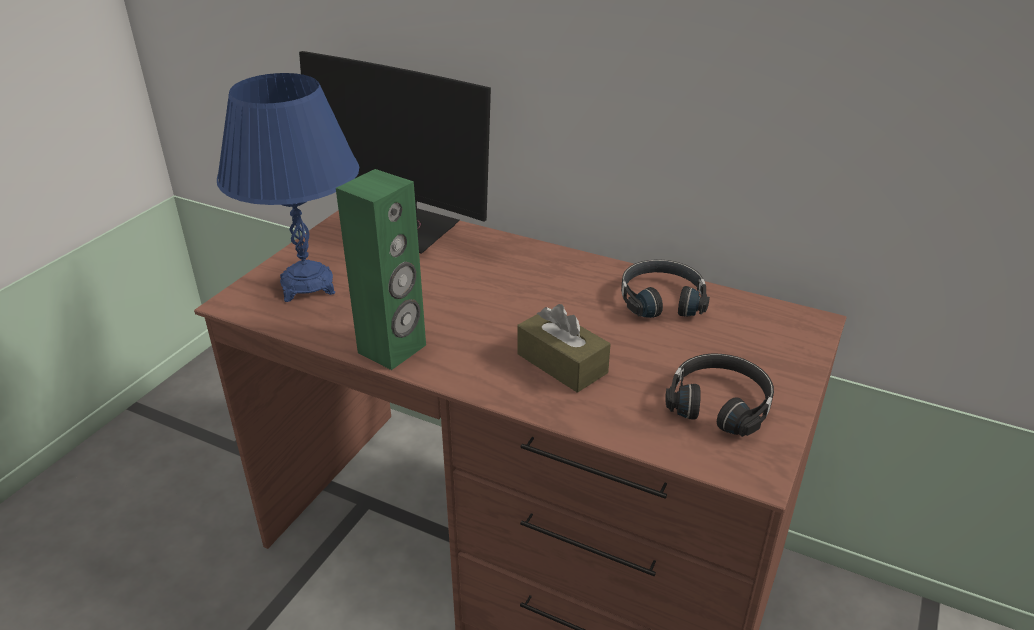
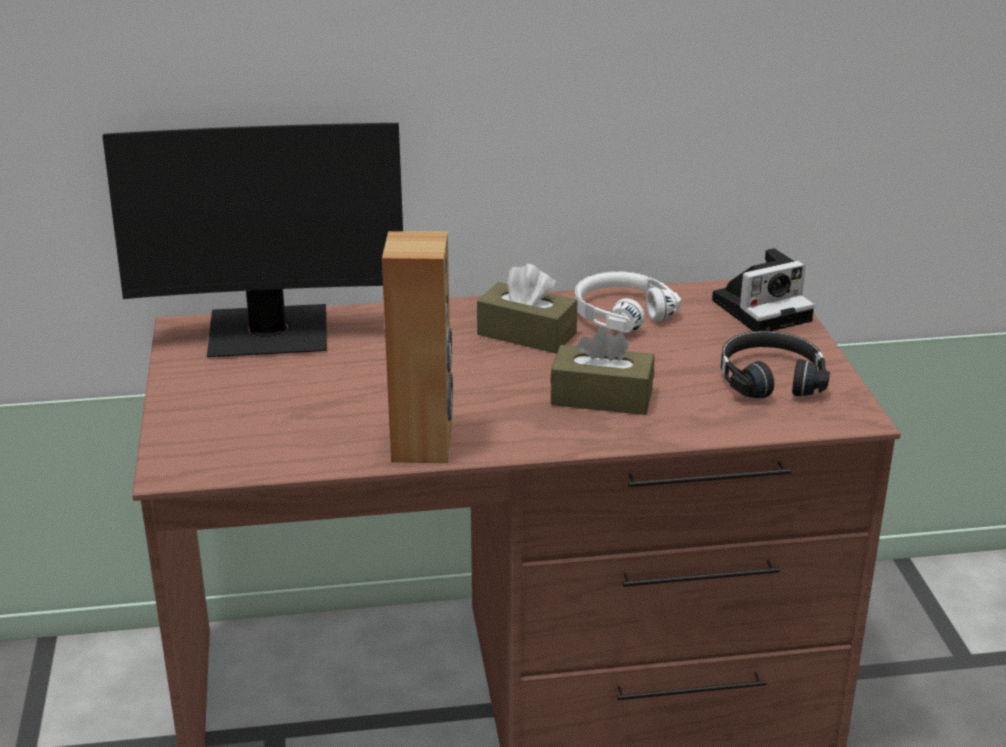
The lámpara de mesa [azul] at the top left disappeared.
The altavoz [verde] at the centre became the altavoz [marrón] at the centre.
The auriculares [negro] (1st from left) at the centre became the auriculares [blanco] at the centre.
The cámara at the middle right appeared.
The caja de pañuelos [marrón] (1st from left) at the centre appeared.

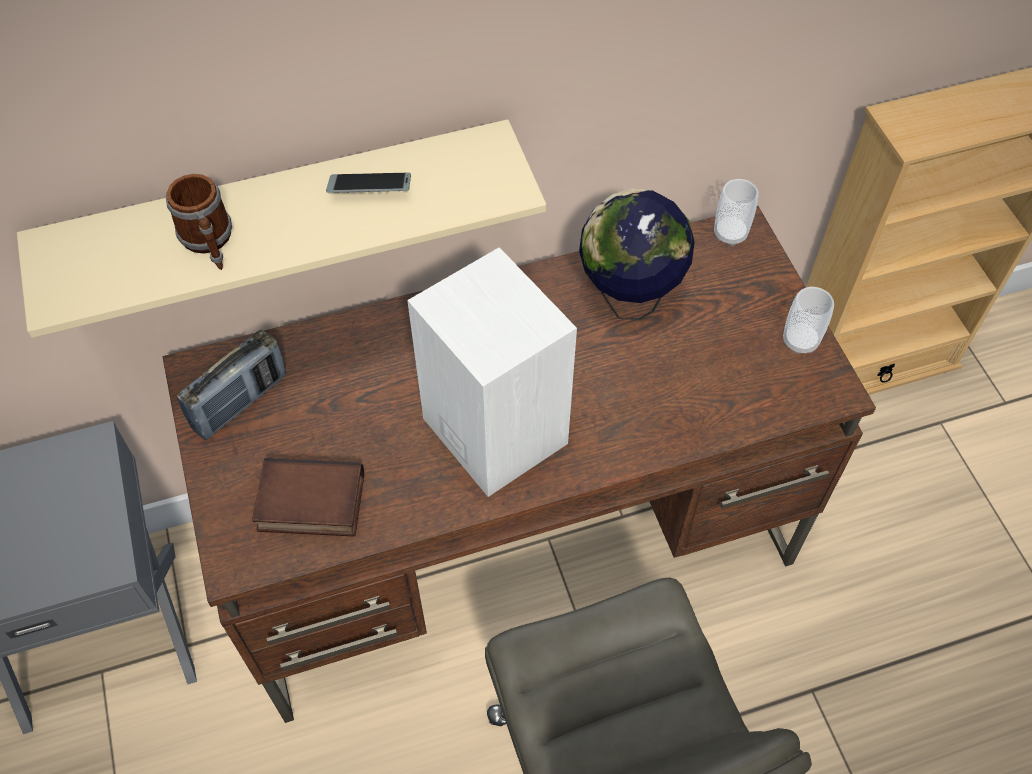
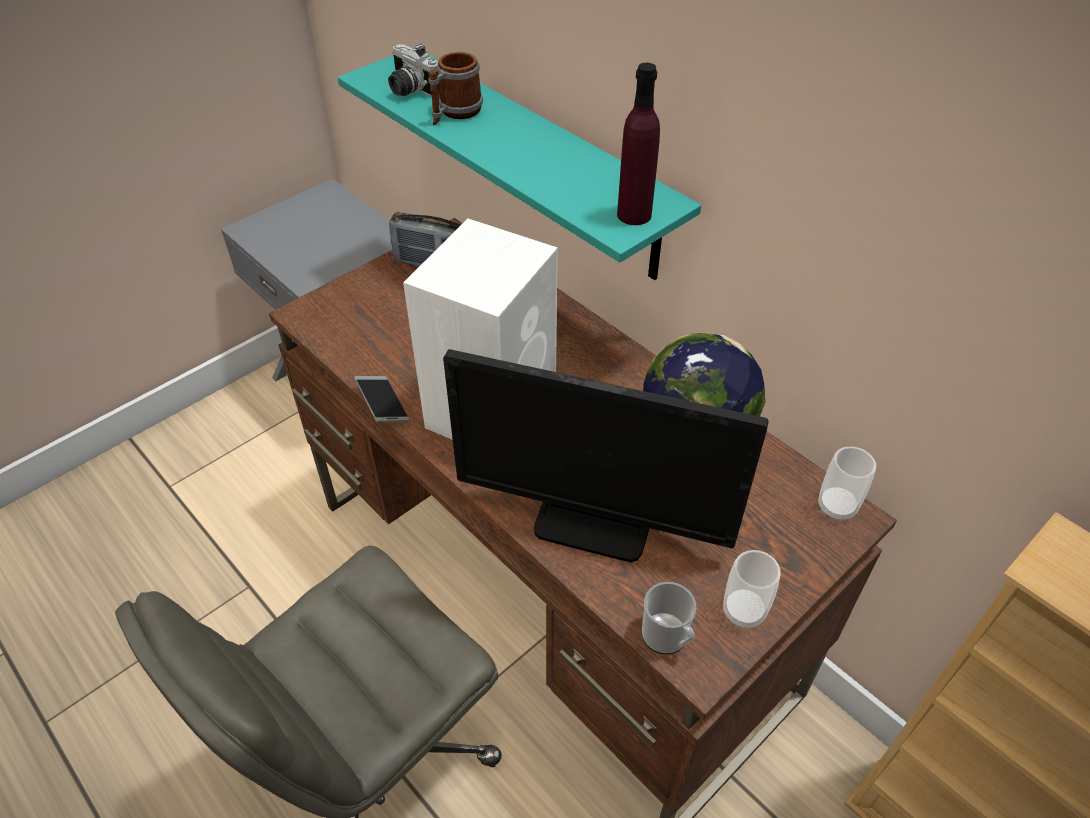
The estante [beis] at the top left became the estante [turquesa] at the top centre.
The móvil moved from the top centre to the centre.
The libro at the middle left disappeared.
The cámara at the top centre appeared.
The botella [morado] at the top centre appeared.
The monitor at the centre appeared.
The taza grande (2nd from left) at the bottom centre appeared.

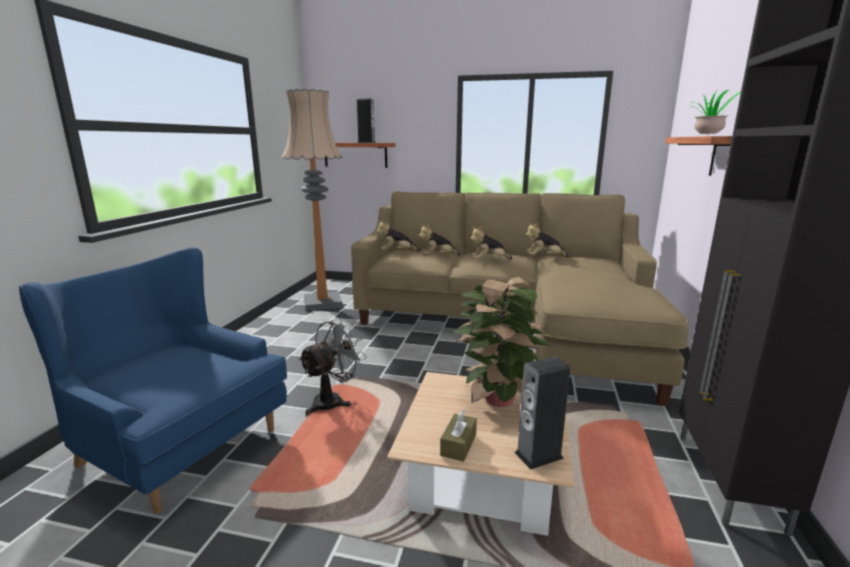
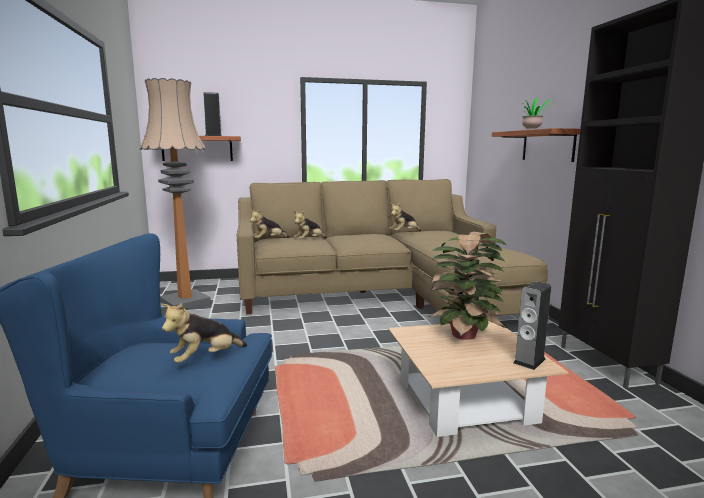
The peluche (3rd from left in the first image) moved from the centre to the bottom left.
The ventilador [gris] at the centre disappeared.
The caja de pañuelos [marrón] at the bottom centre disappeared.

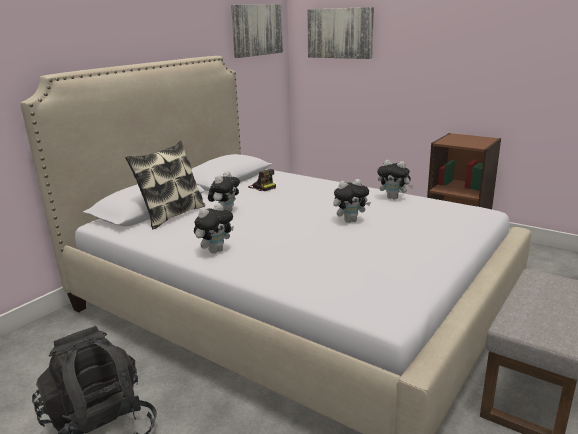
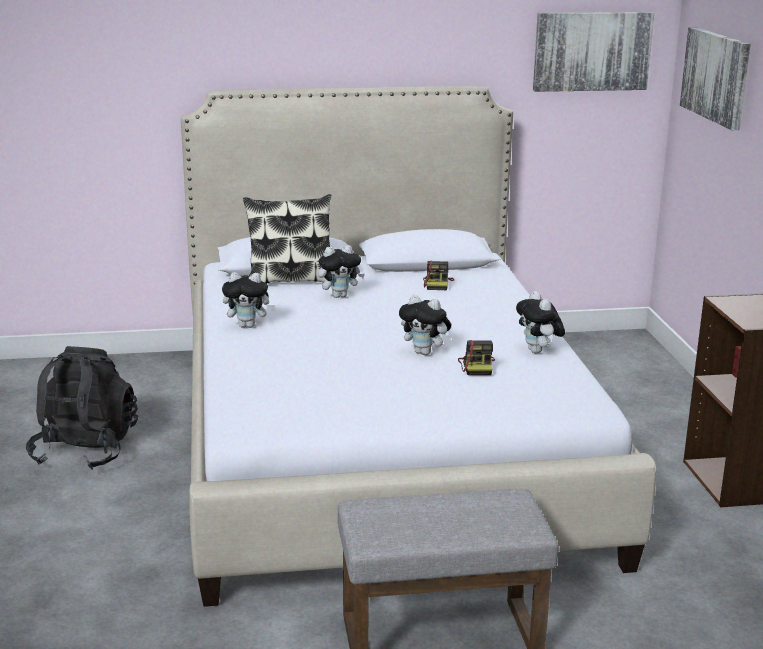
The cámara (2nd from left) at the centre appeared.

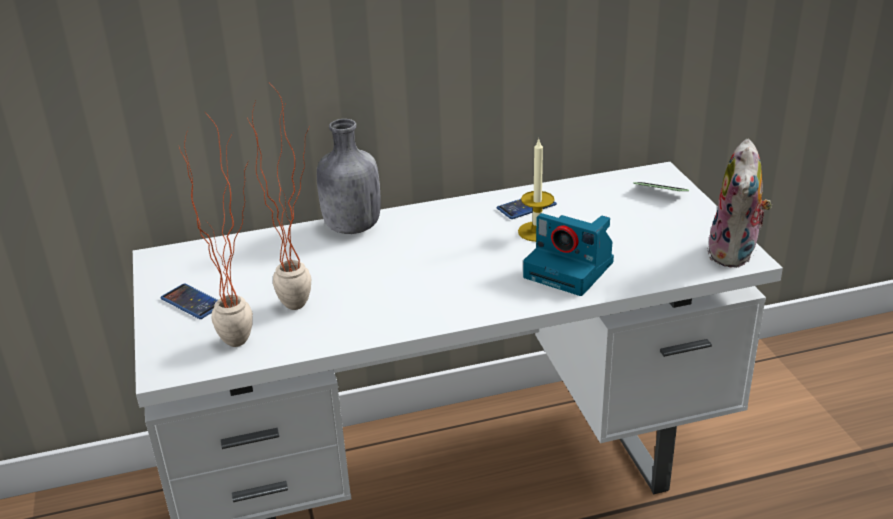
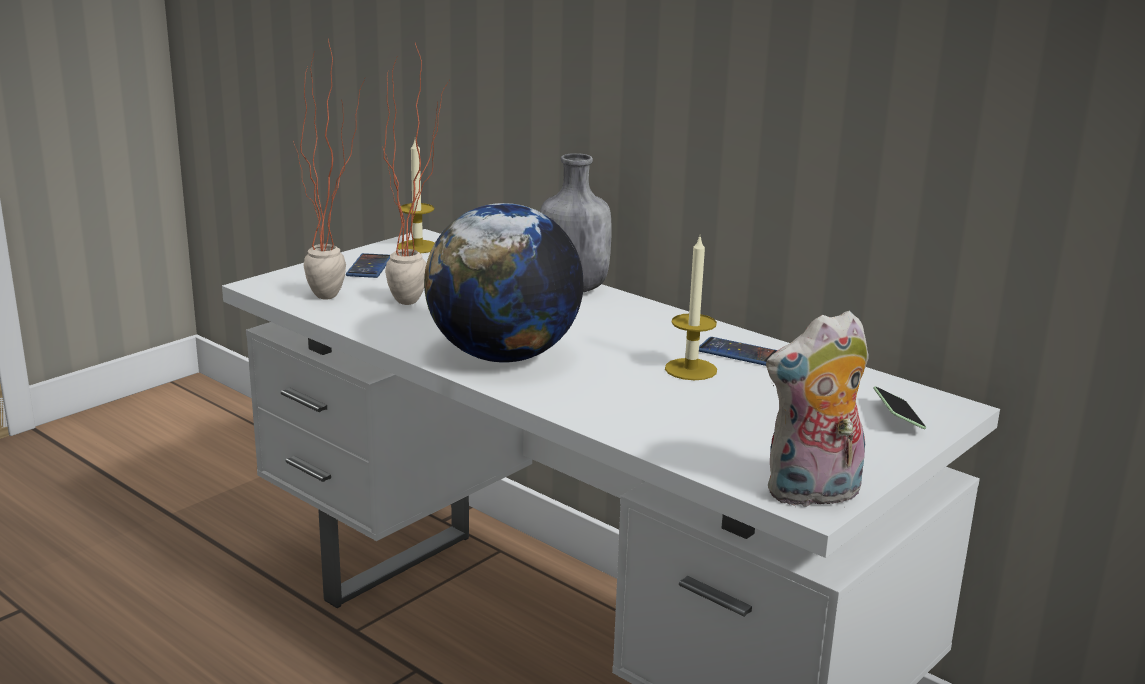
The cámara at the centre disappeared.
The vela (1st from left) at the top centre appeared.
The globo terráqueo at the centre appeared.

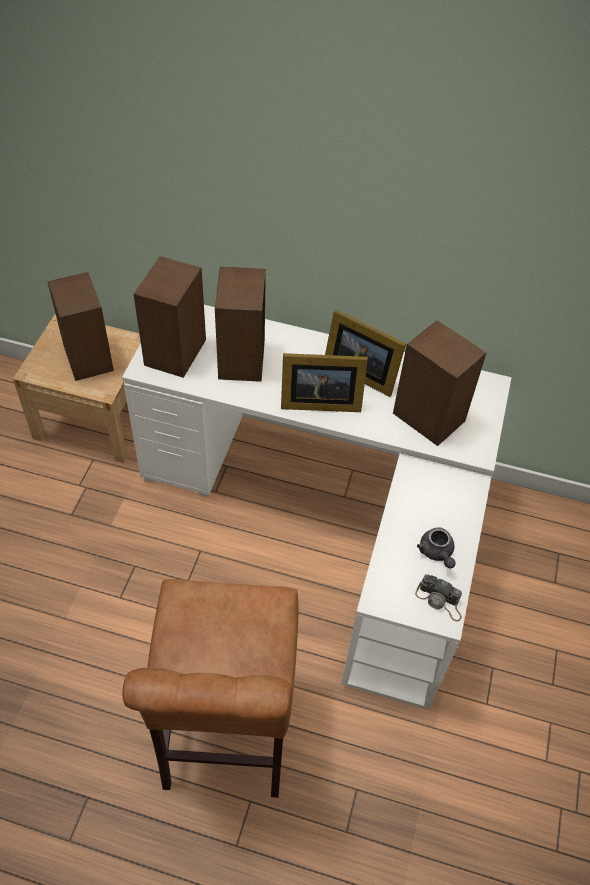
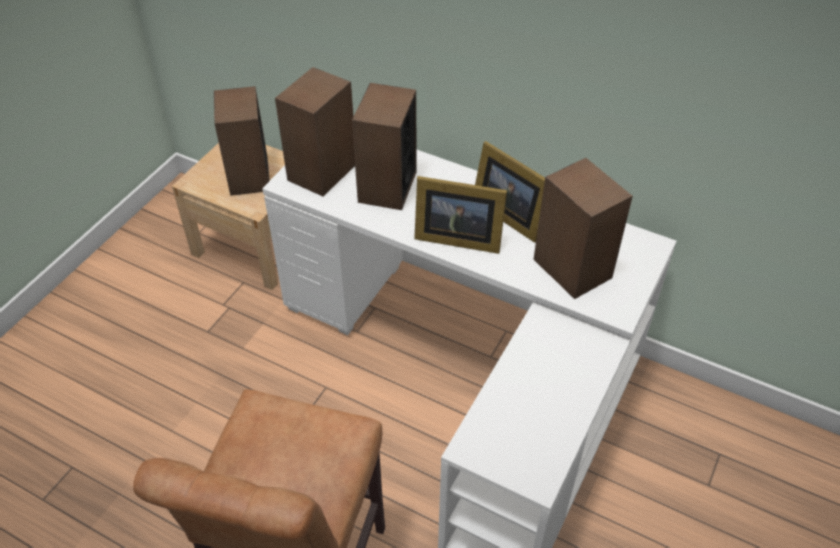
The tetera [gris] at the middle right disappeared.
The cámara at the bottom right disappeared.

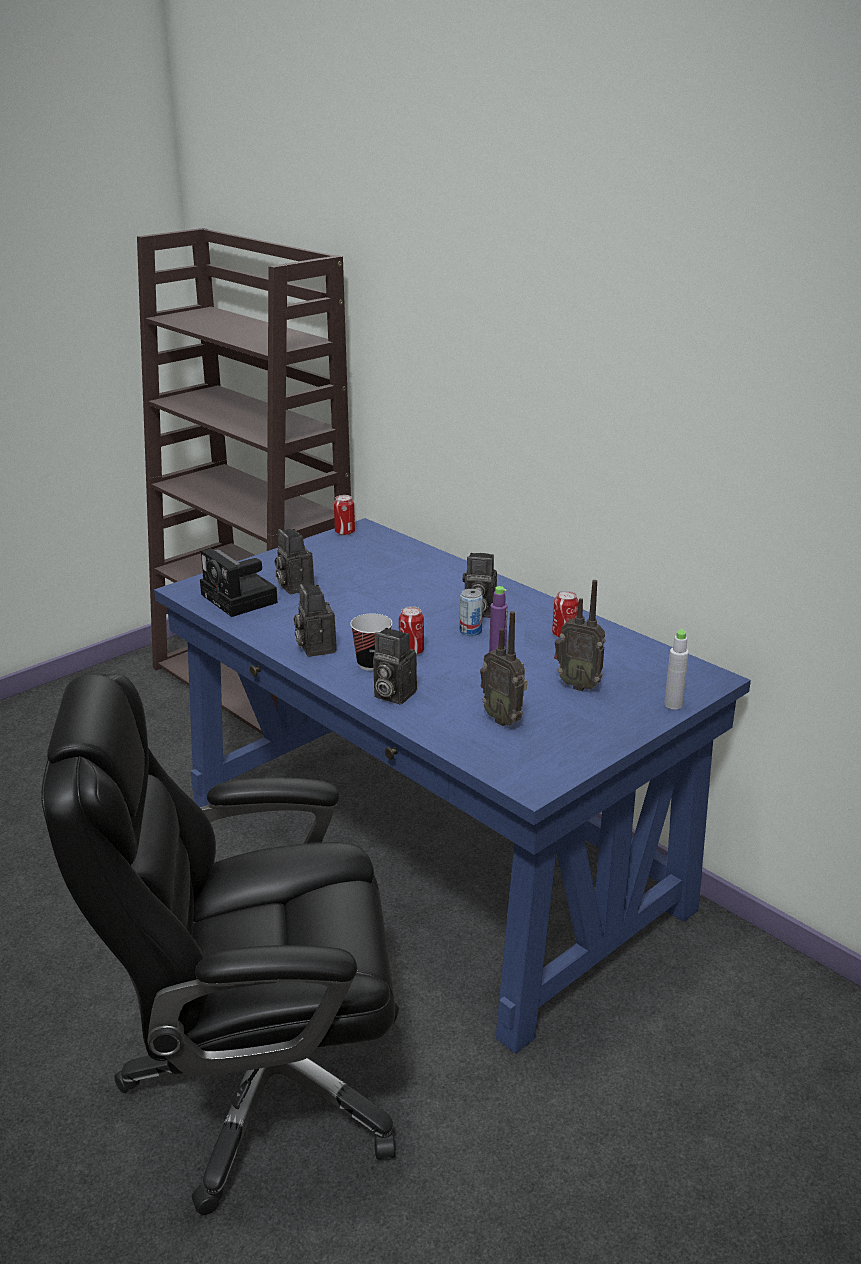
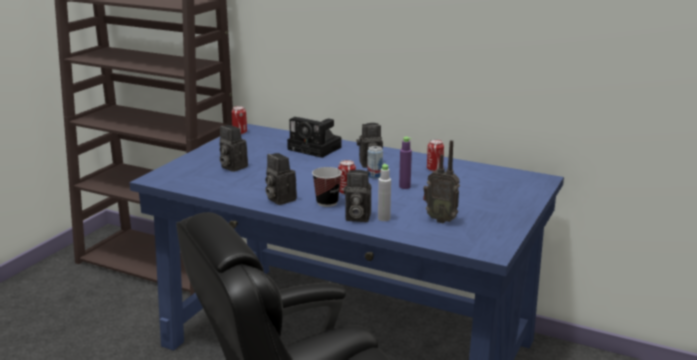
The cámara (1st from left in the first image) moved from the middle left to the centre.
The radio (2nd from left) at the middle right disappeared.
The botella [gris] moved from the middle right to the centre.

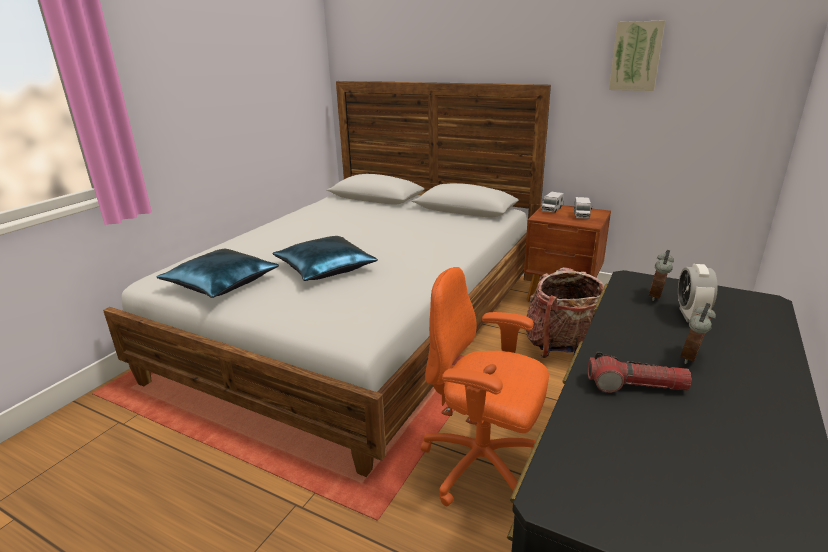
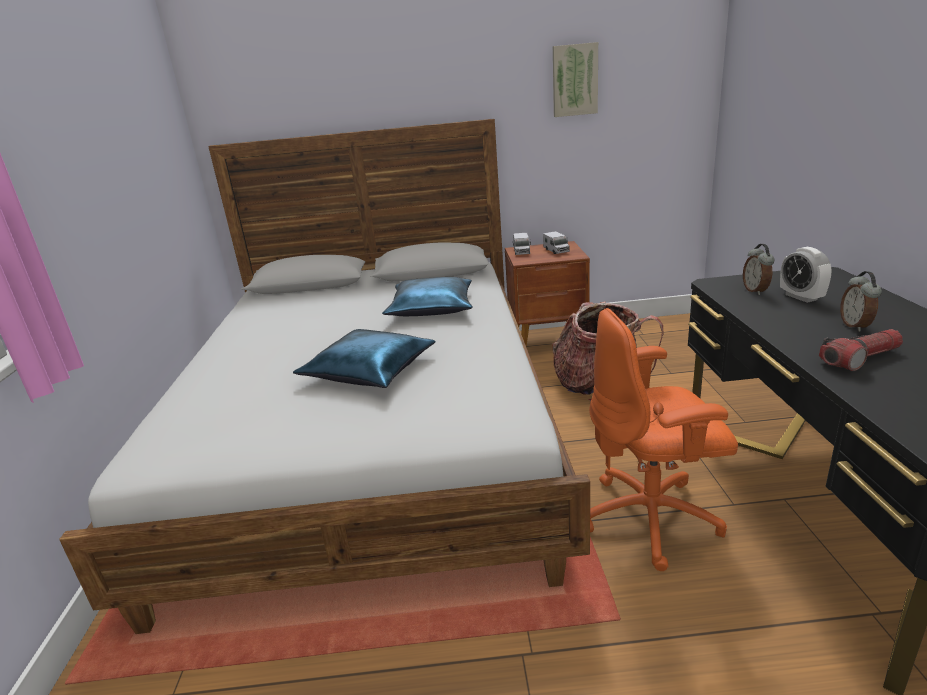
The cojín [azul] (1st from left in the first image) moved from the middle left to the centre.

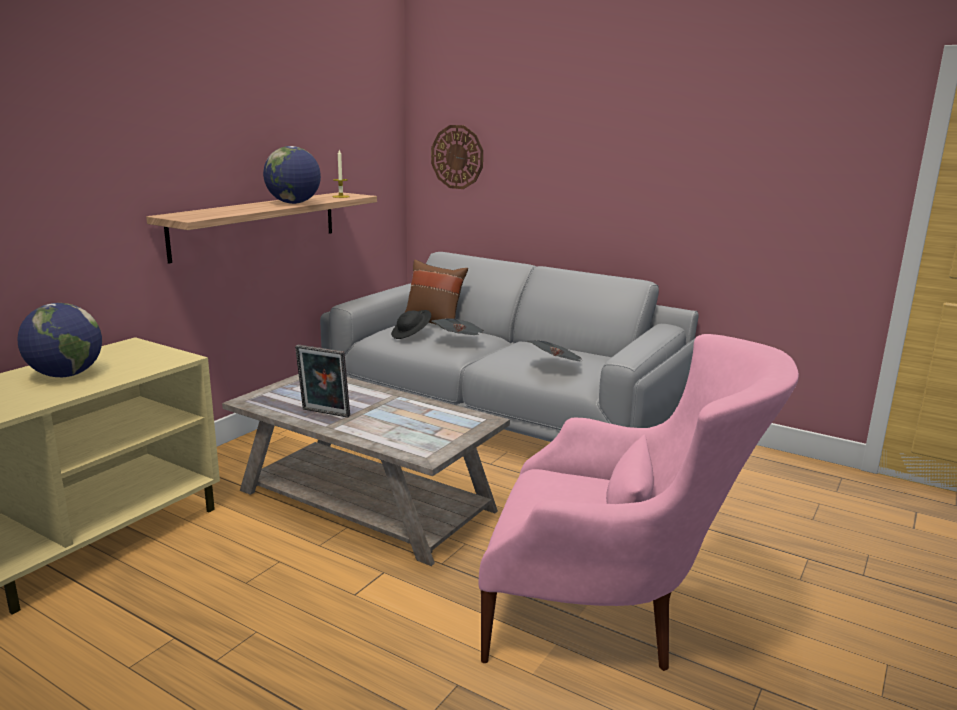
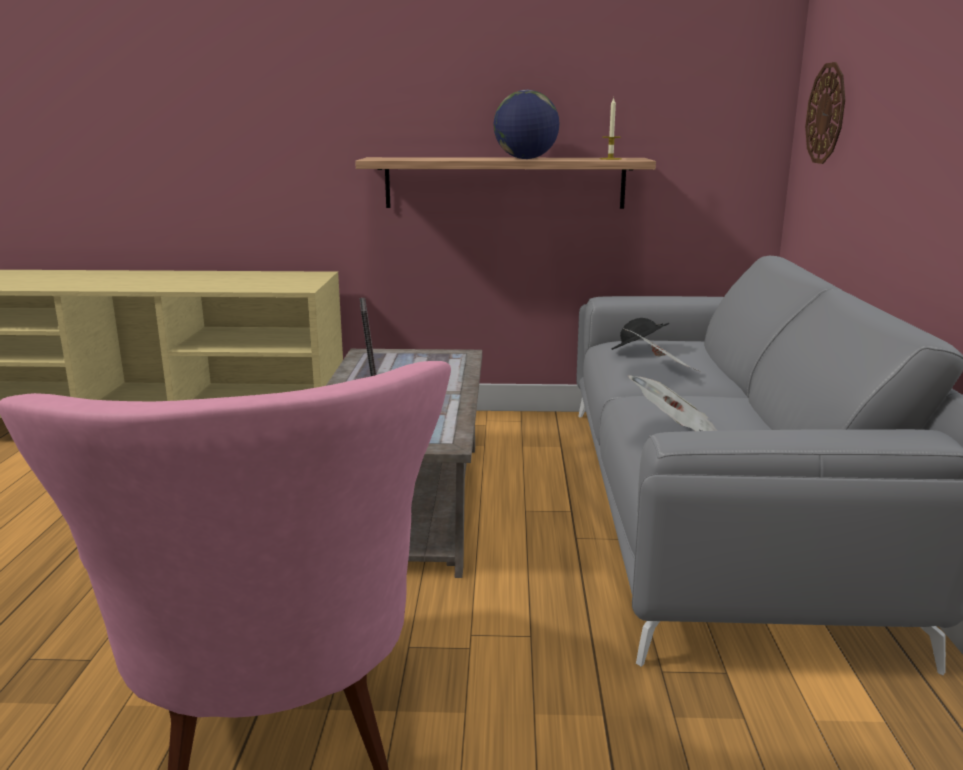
The cojín [marrón] at the centre disappeared.
The globo terráqueo (1st from left) at the middle left disappeared.

